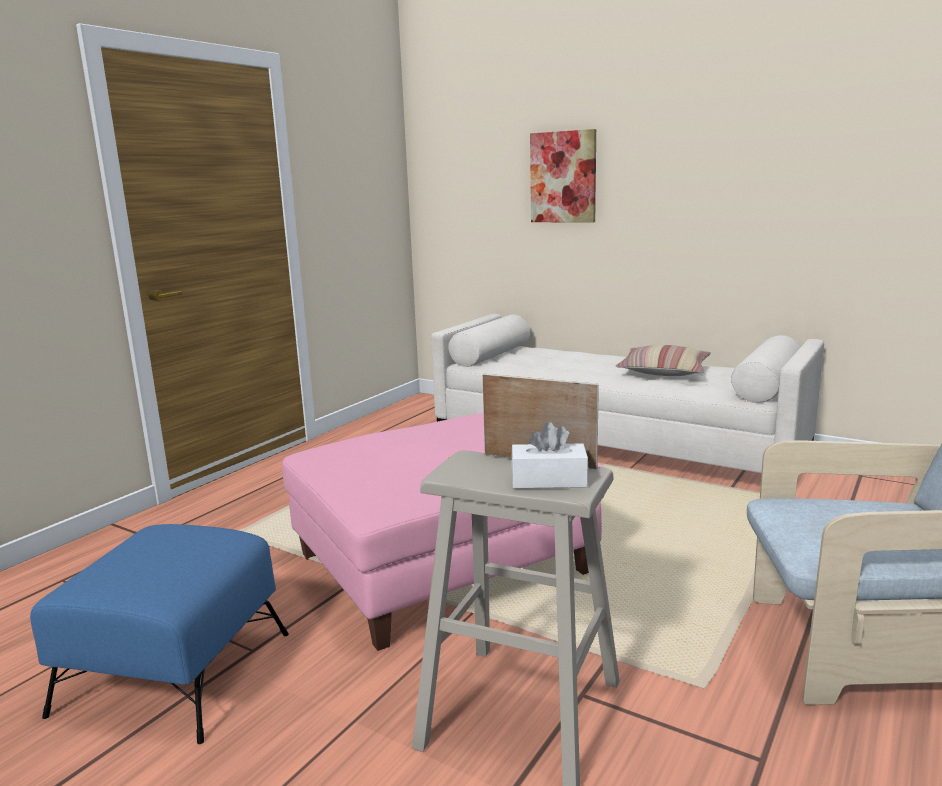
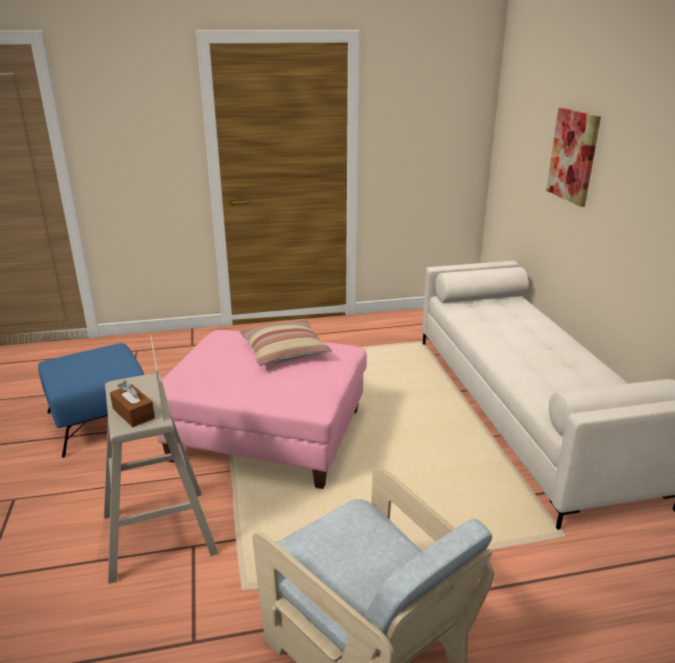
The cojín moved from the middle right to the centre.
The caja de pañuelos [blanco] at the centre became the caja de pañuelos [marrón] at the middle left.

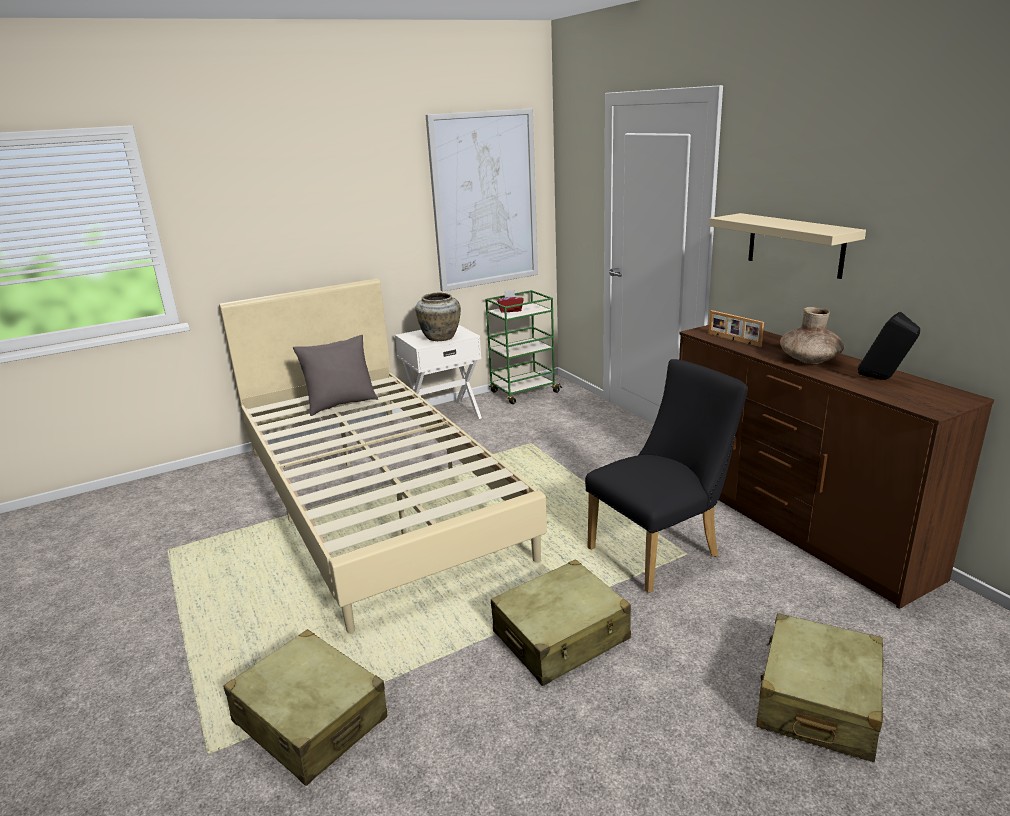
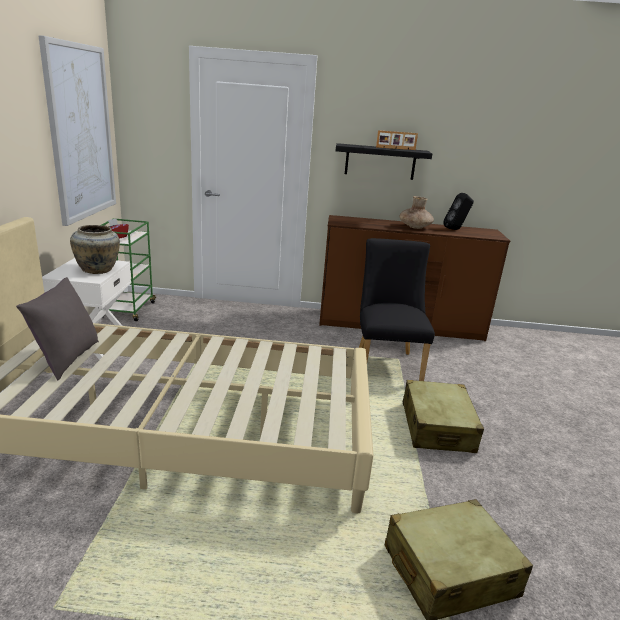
The estante [beis] at the top right became the estante [negro] at the top centre.
The portarretratos moved from the middle right to the top centre.
The maleta [beis] (3rd from left) at the bottom right disappeared.

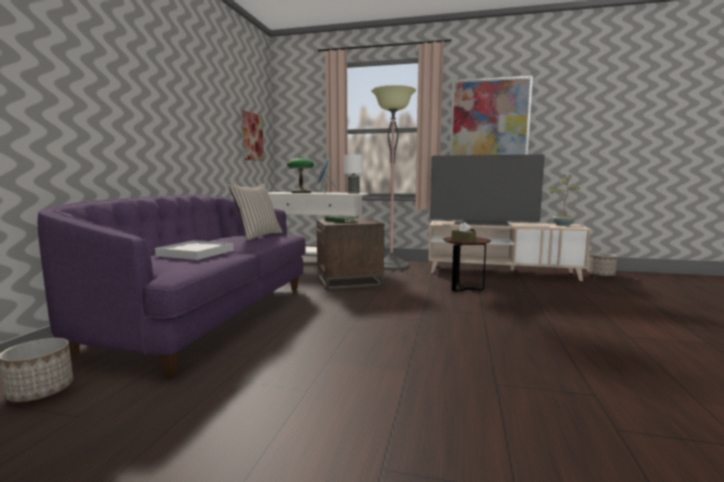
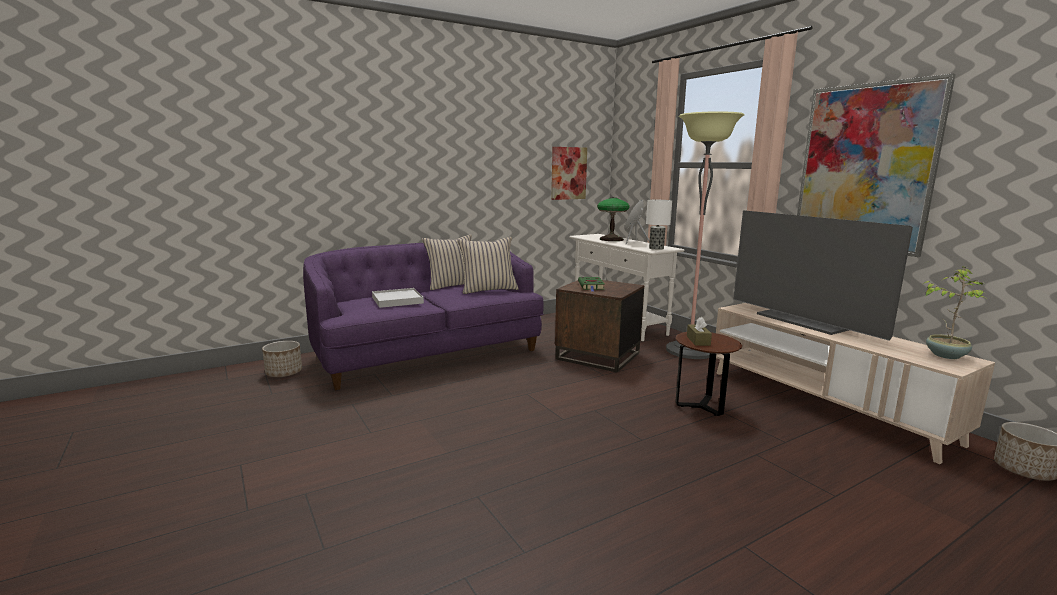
The cojín [beis] (1st from left) at the centre appeared.

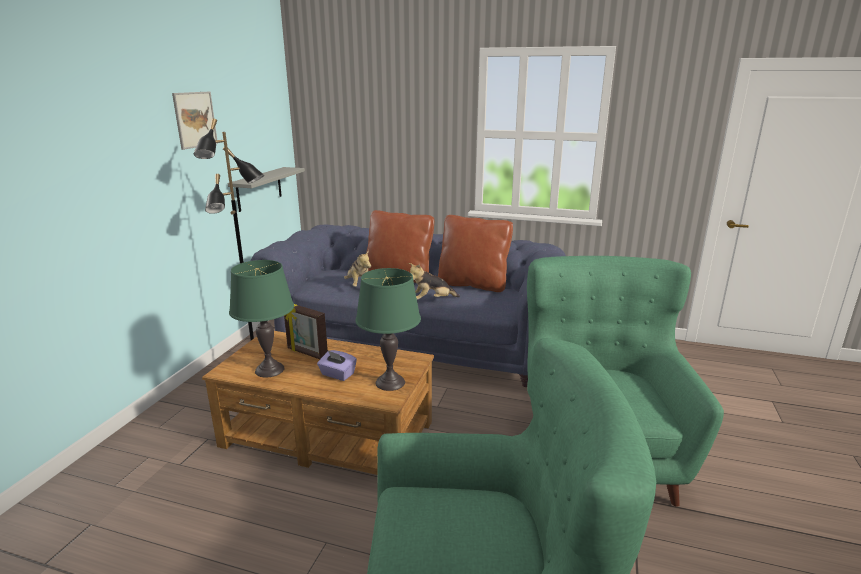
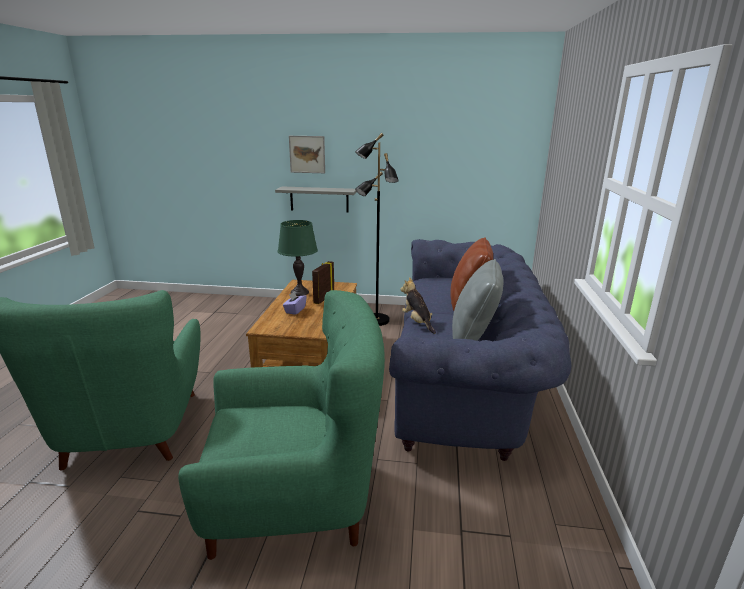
The cuadro moved from the top left to the top centre.
The estante [gris] moved from the top left to the centre.
The cojín [marrón] (2nd from left) at the centre became the cojín [gris] at the centre.
The peluche (1st from left) at the centre disappeared.
The lámpara de mesa [verde] (2nd from left) at the centre disappeared.

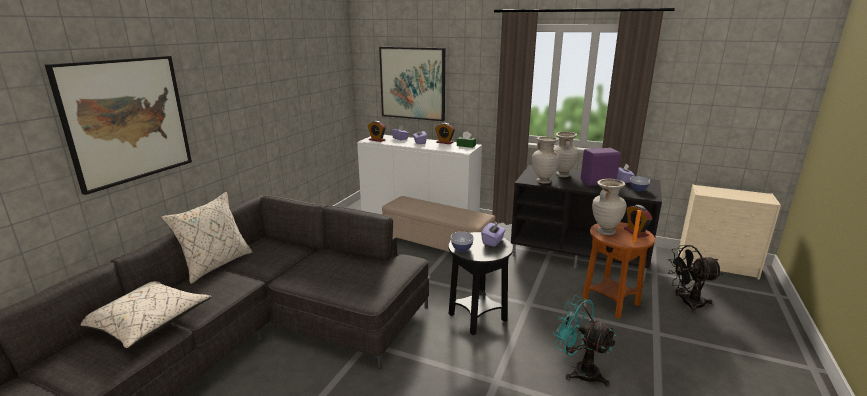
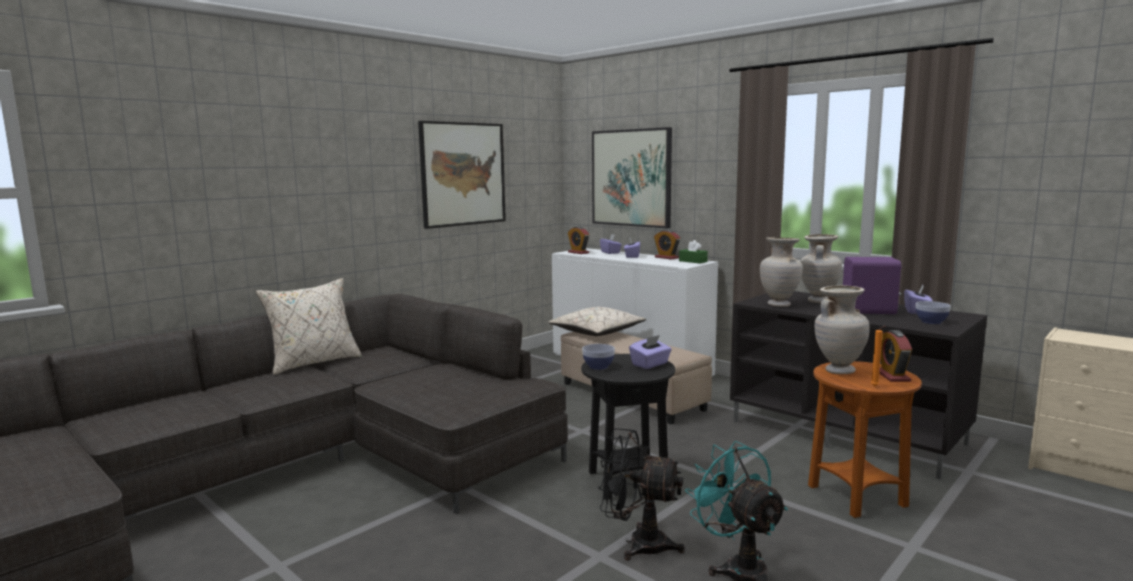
The cuadro (1st from left) moved from the top left to the top centre.
The ventilador [negro] moved from the bottom right to the bottom centre.
The cojín [beis] (1st from left in the first image) moved from the bottom left to the centre.

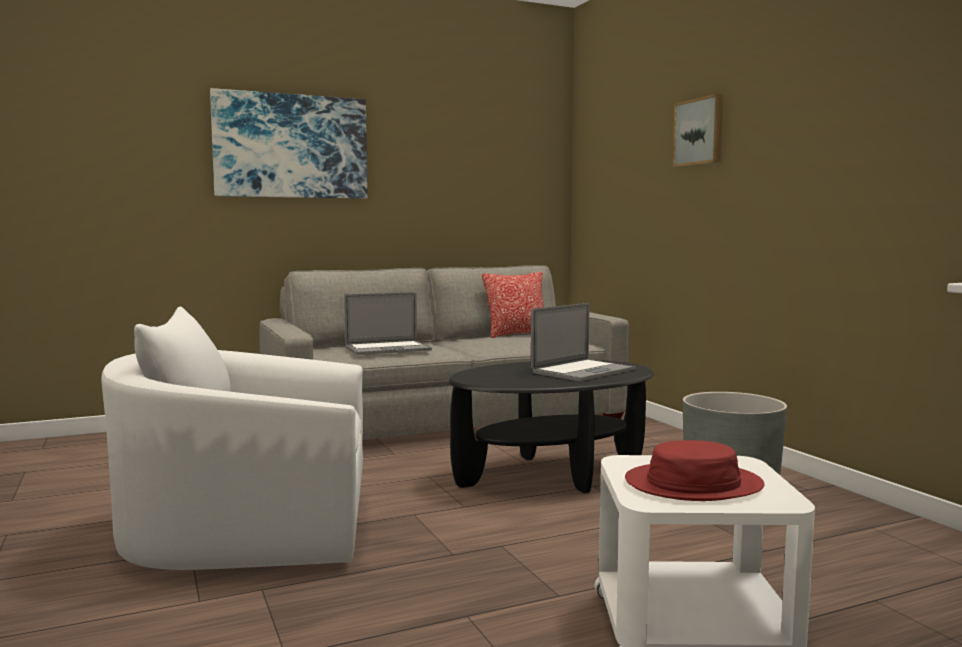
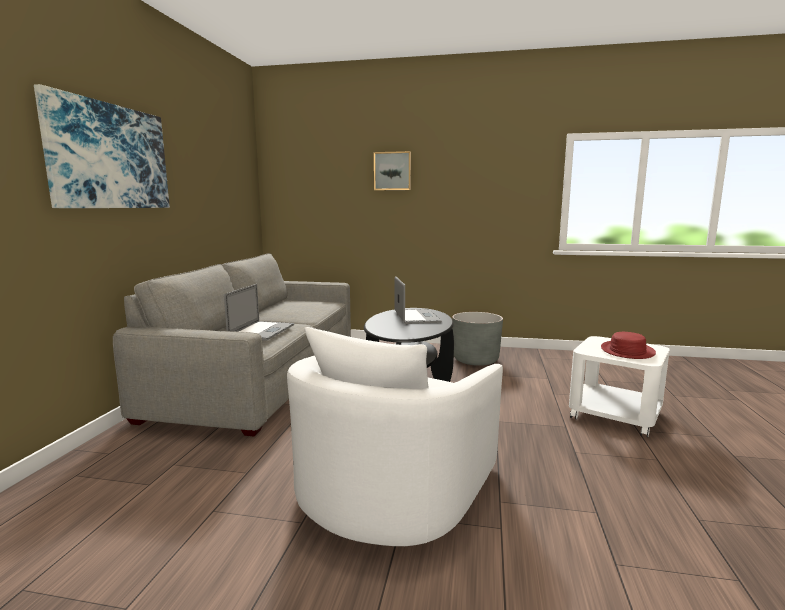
The cojín at the centre disappeared.

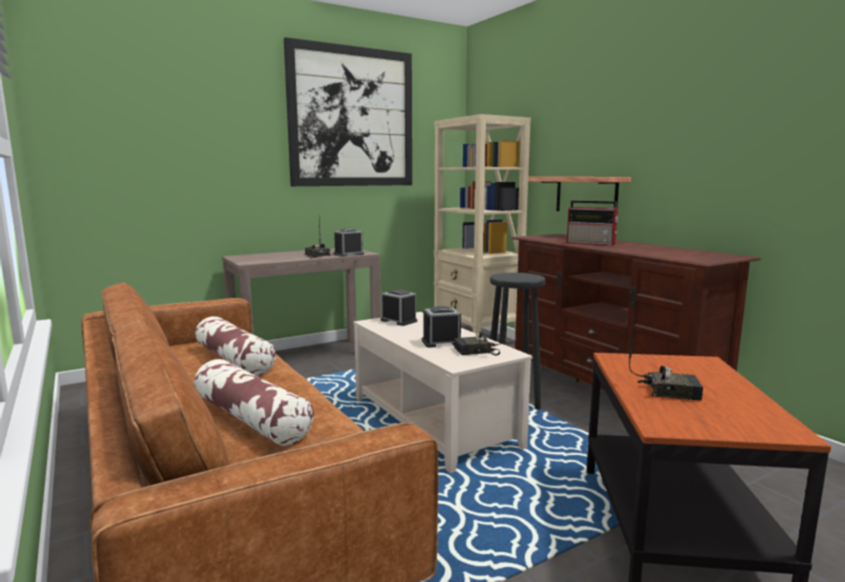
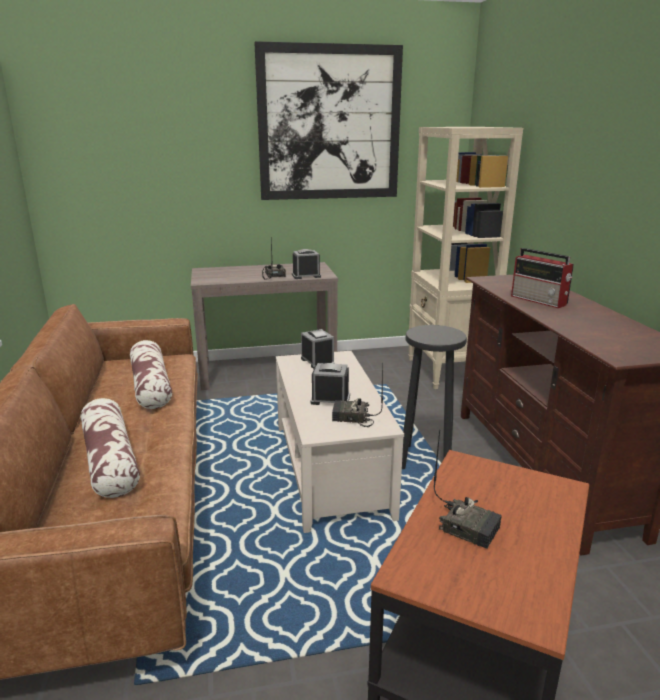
The estante at the middle right disappeared.

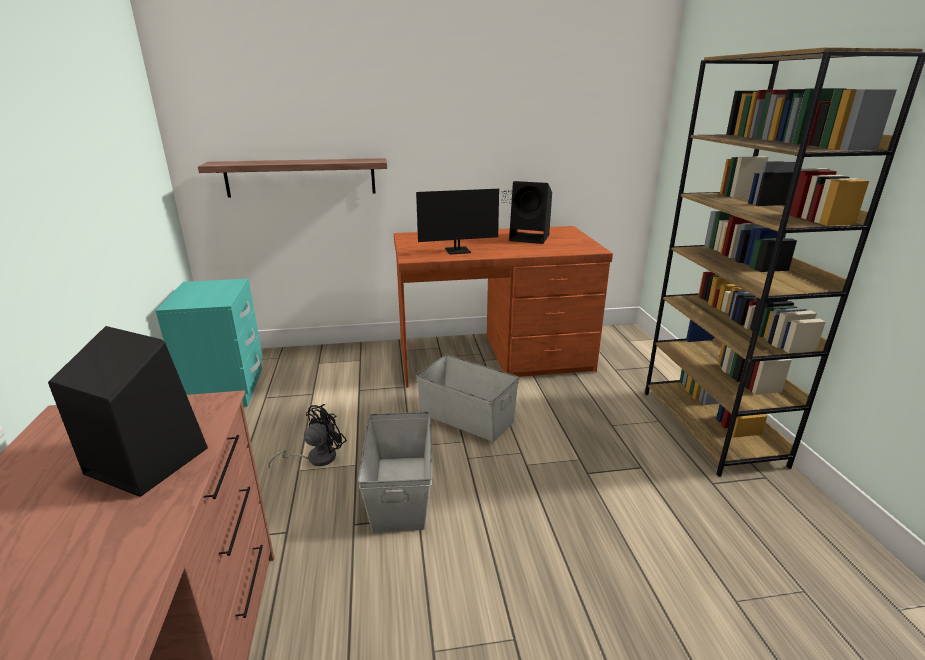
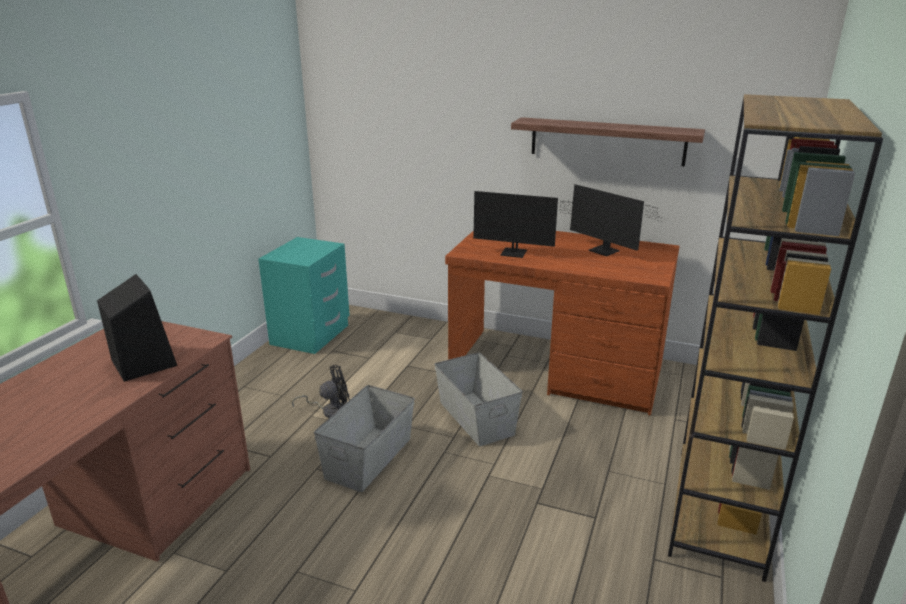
The estante moved from the top left to the top right.
The altavoz [negro] (2nd from left) at the top centre was replaced by the monitor (2nd from left) at the middle right.

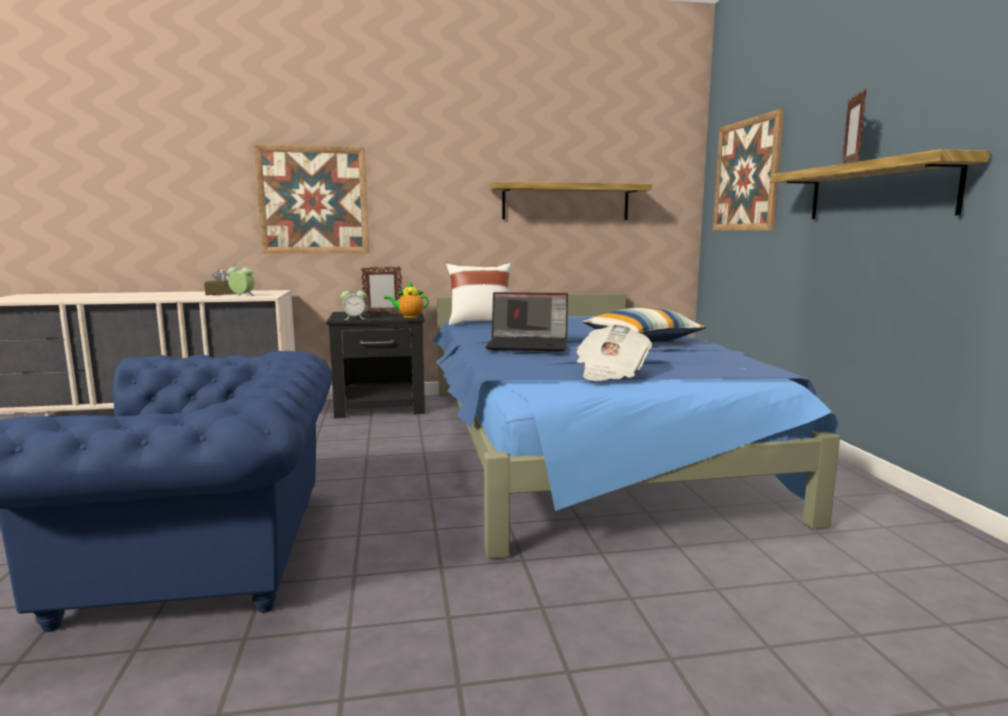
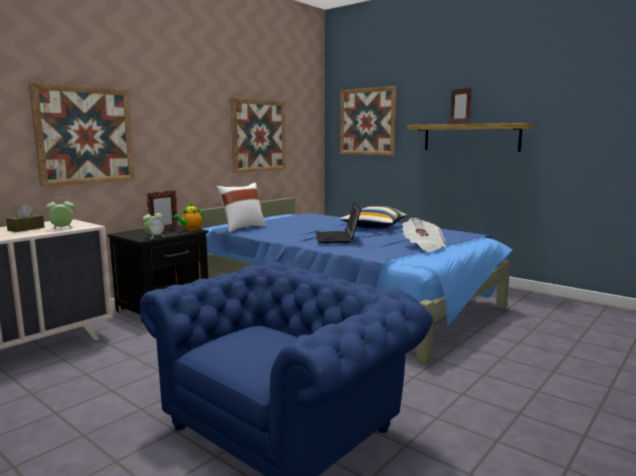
The estante (1st from left) at the top centre was replaced by the cuadro (2nd from left) at the top centre.
The portátil at the centre turned 120 degrees clockwise.

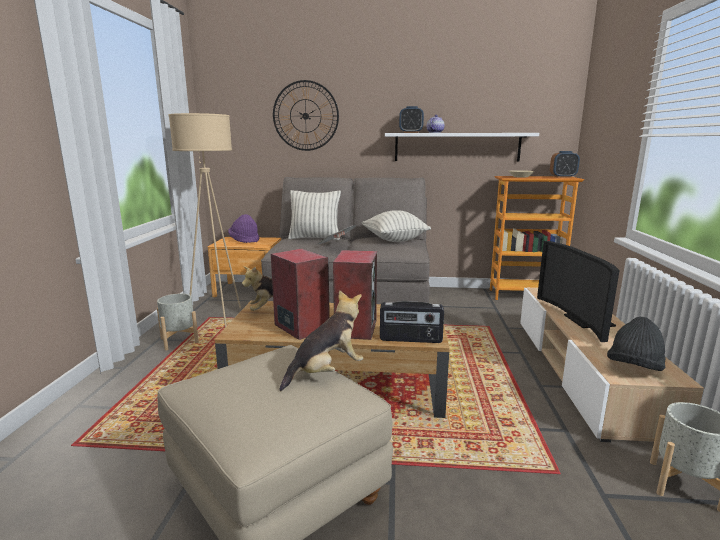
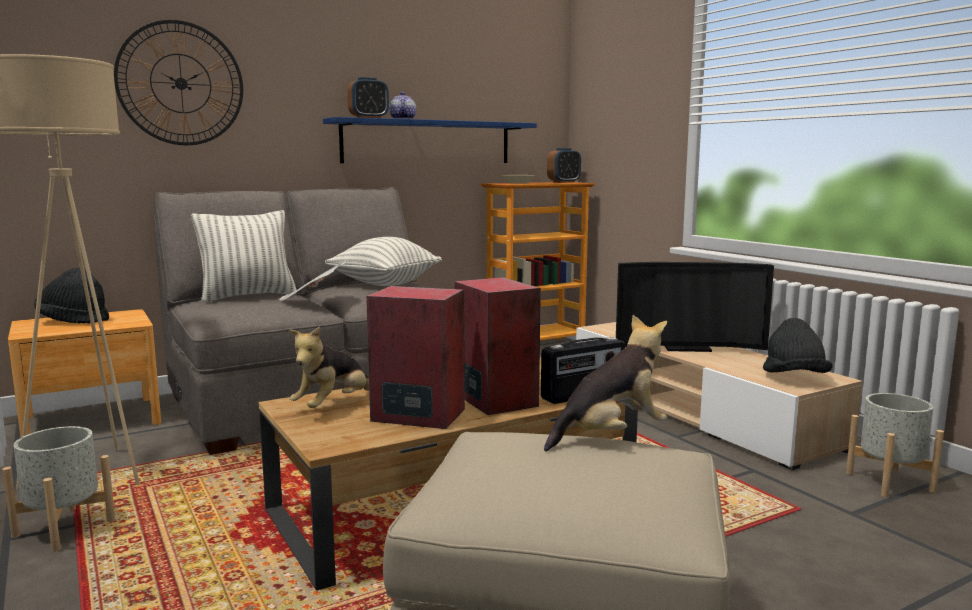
The estante [blanco] at the top centre became the estante [azul] at the top centre.
The sombrero [morado] at the centre became the sombrero [negro] (1st from left) at the middle left.
The televisor at the middle right turned 45 degrees counterclockwise.
The peluche (2nd from left) at the centre turned 45 degrees clockwise.

